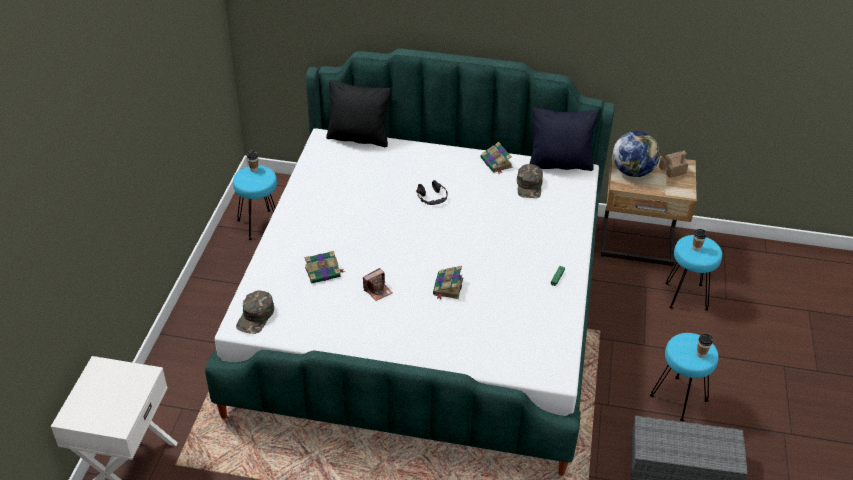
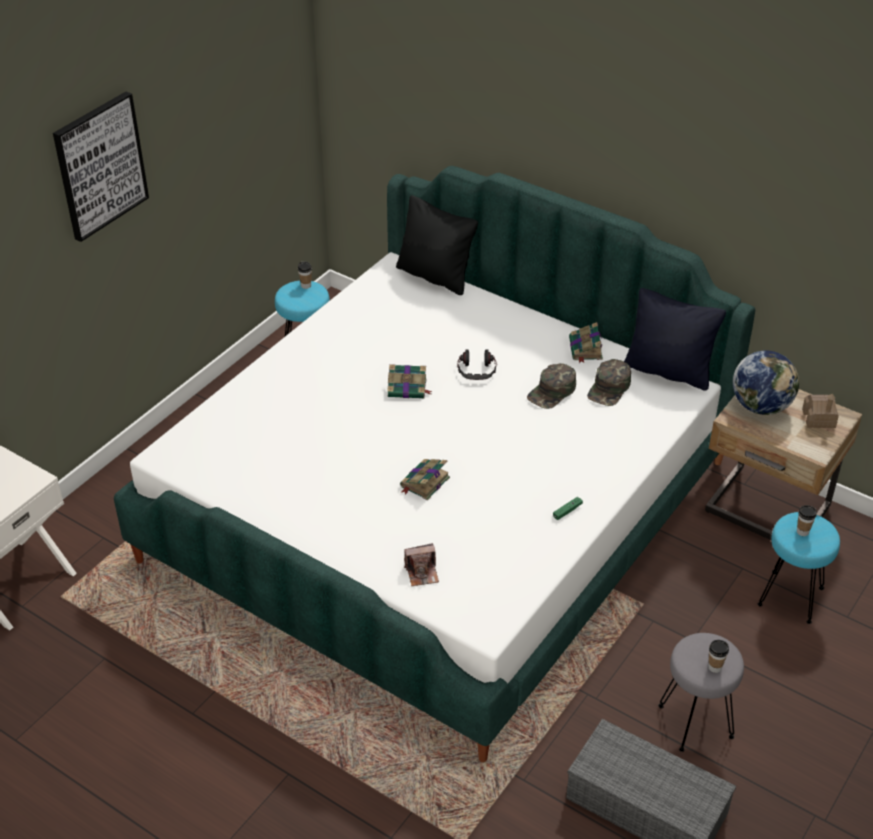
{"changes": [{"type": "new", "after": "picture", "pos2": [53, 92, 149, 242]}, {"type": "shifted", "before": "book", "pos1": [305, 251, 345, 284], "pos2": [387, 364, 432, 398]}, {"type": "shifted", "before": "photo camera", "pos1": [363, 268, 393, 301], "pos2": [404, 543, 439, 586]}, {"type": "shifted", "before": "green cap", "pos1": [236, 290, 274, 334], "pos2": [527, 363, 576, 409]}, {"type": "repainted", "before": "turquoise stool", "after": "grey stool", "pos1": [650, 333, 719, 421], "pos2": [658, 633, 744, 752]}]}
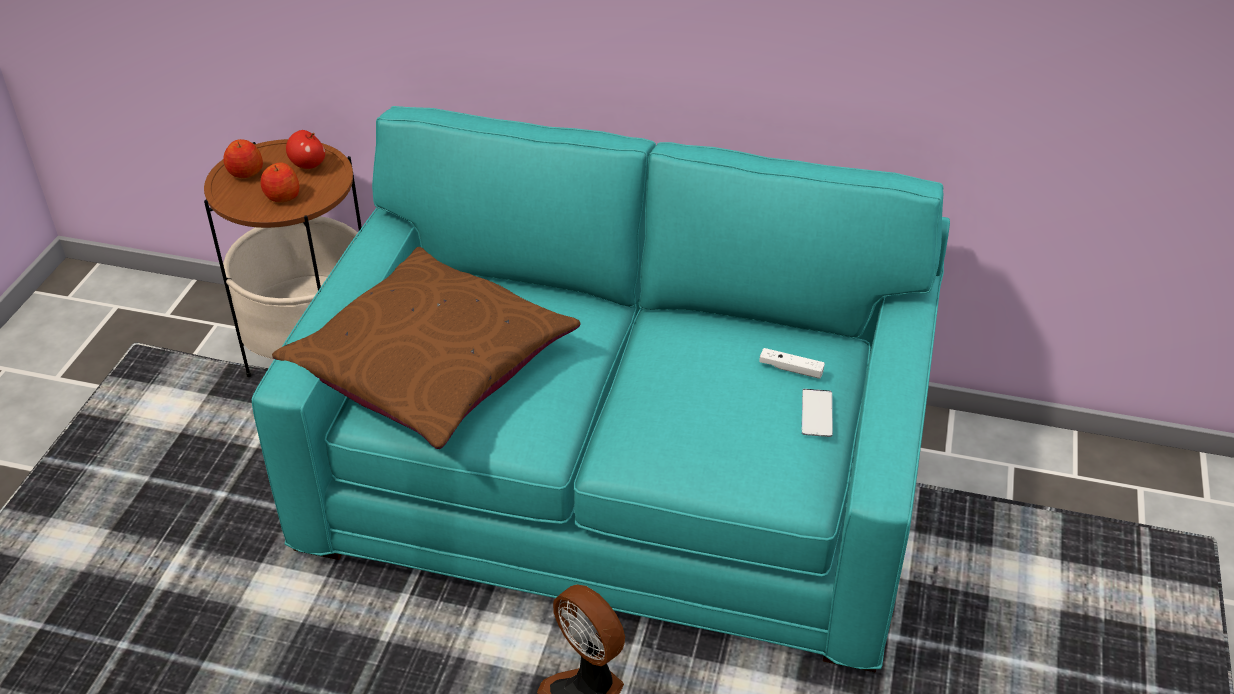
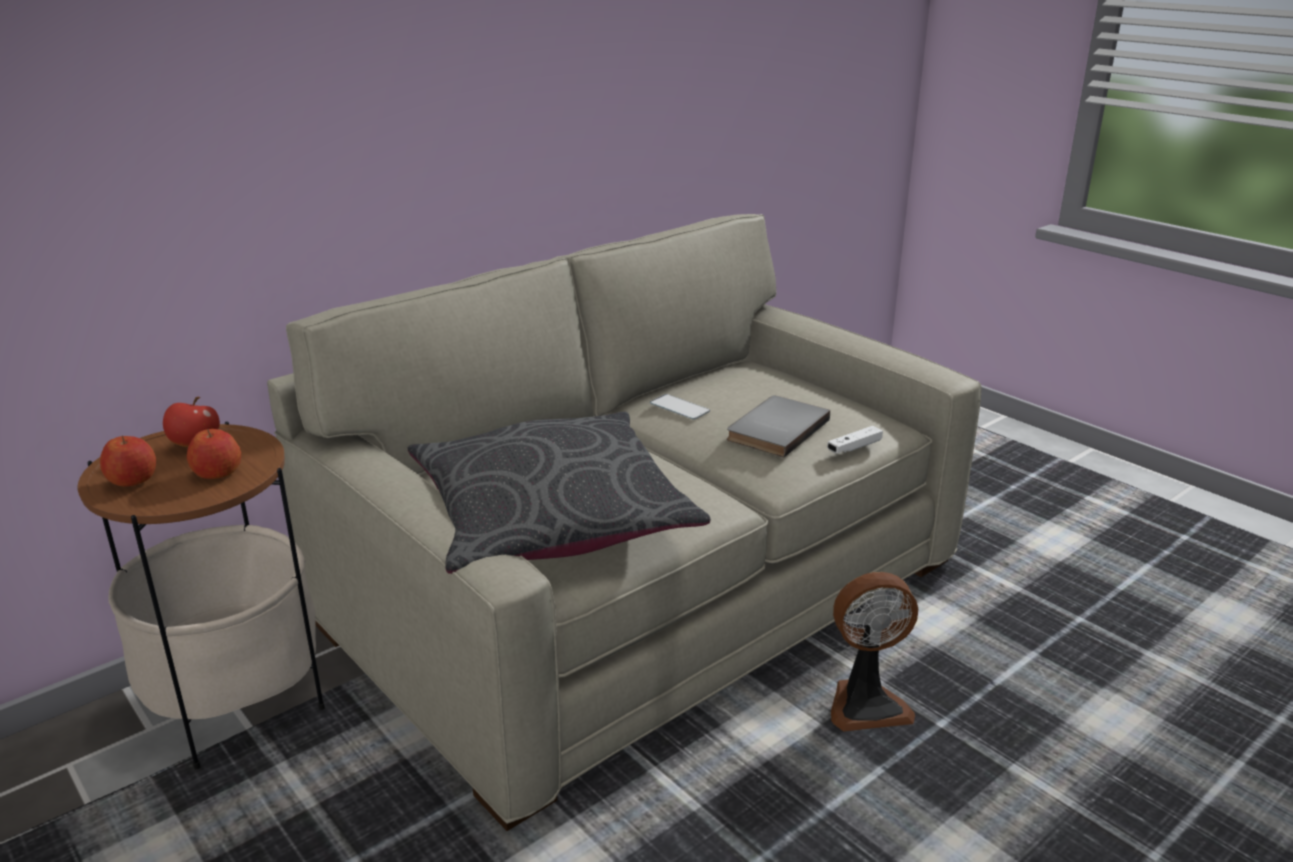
{"changes": [{"type": "repainted", "before": "turquoise sofa", "after": "beige sofa", "pos1": [252, 106, 950, 672], "pos2": [267, 214, 982, 831]}, {"type": "repainted", "before": "brown pillow", "after": "grey pillow", "pos1": [272, 247, 580, 449], "pos2": [408, 412, 711, 574]}, {"type": "shifted", "before": "phone", "pos1": [802, 389, 833, 437], "pos2": [650, 394, 710, 420]}, {"type": "new", "after": "grey book", "pos2": [727, 396, 830, 458]}, {"type": "shifted", "before": "white game controller", "pos1": [759, 348, 825, 379], "pos2": [827, 426, 883, 453]}]}
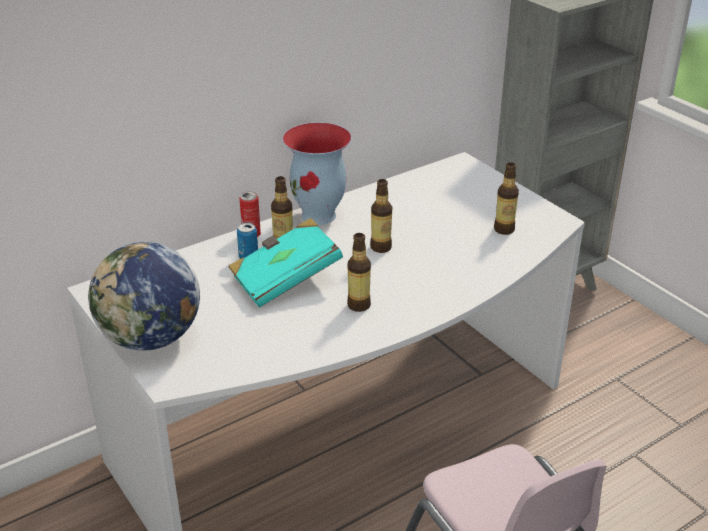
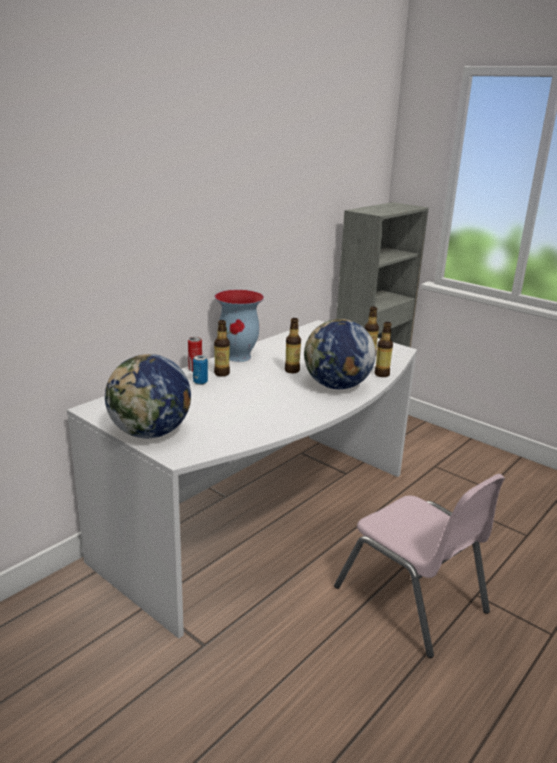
{"changes": [{"type": "new", "after": "globe", "pos2": [304, 319, 376, 389]}, {"type": "shifted", "before": "bottle", "pos1": [347, 233, 371, 312], "pos2": [374, 322, 393, 377]}, {"type": "gone", "before": "turquoise book", "pos1": [228, 218, 343, 308]}]}
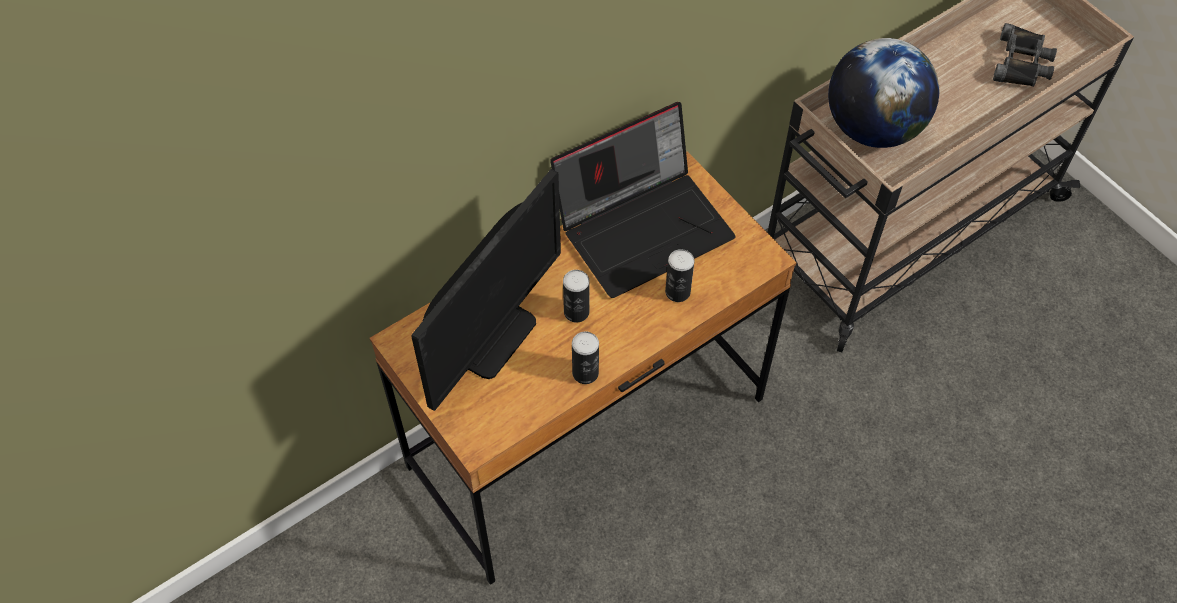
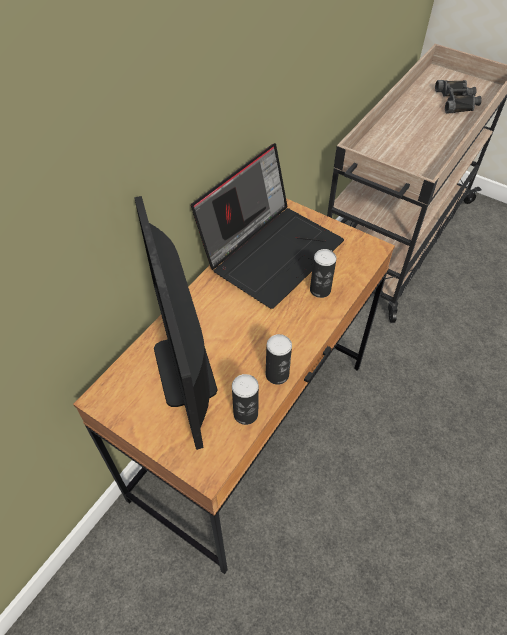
{"changes": [{"type": "rotated", "before": "monitor", "pos1": [411, 169, 561, 411], "pos2": [134, 196, 218, 450], "turn": 150}, {"type": "shifted", "before": "can", "pos1": [563, 270, 589, 323], "pos2": [232, 374, 259, 425]}, {"type": "gone", "before": "globe", "pos1": [828, 38, 939, 148]}]}
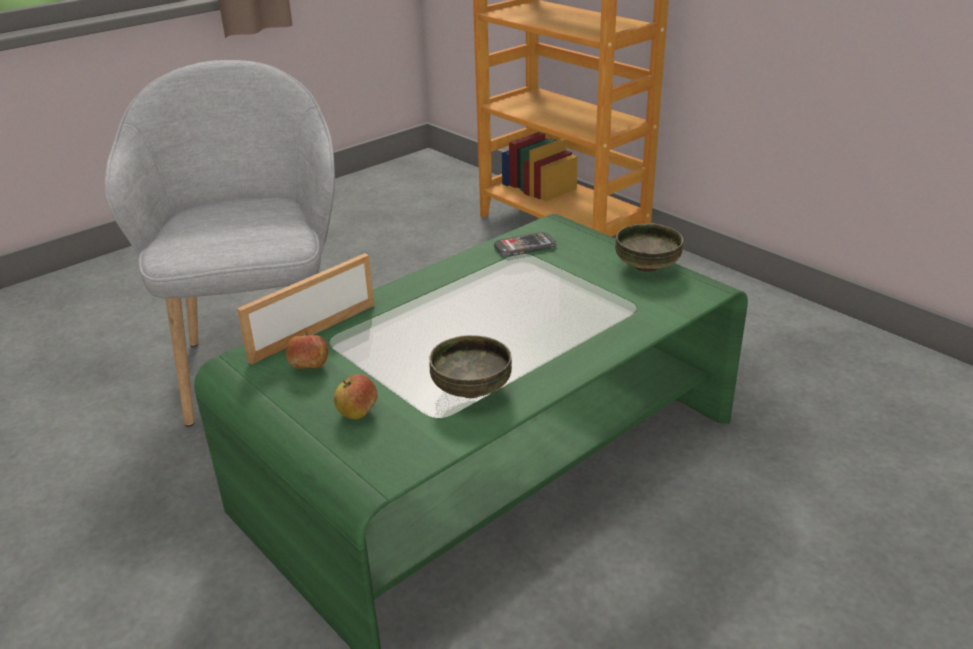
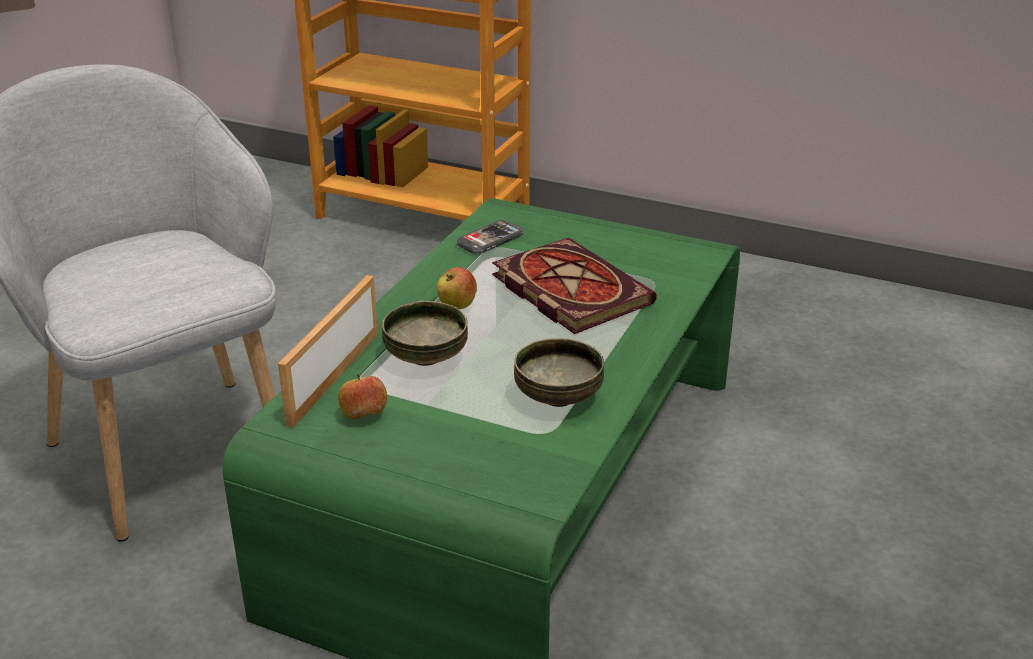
{"changes": [{"type": "shifted", "before": "bowl", "pos1": [615, 223, 683, 272], "pos2": [382, 301, 468, 366]}, {"type": "shifted", "before": "apple", "pos1": [334, 374, 378, 419], "pos2": [437, 267, 477, 309]}, {"type": "new", "after": "book", "pos2": [492, 237, 657, 334]}]}
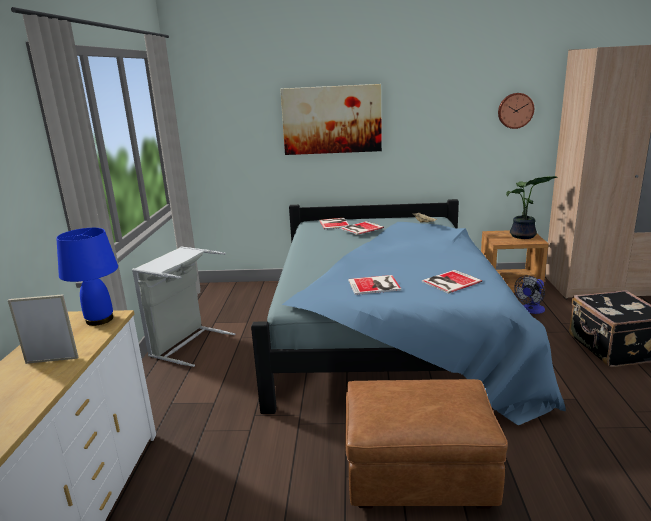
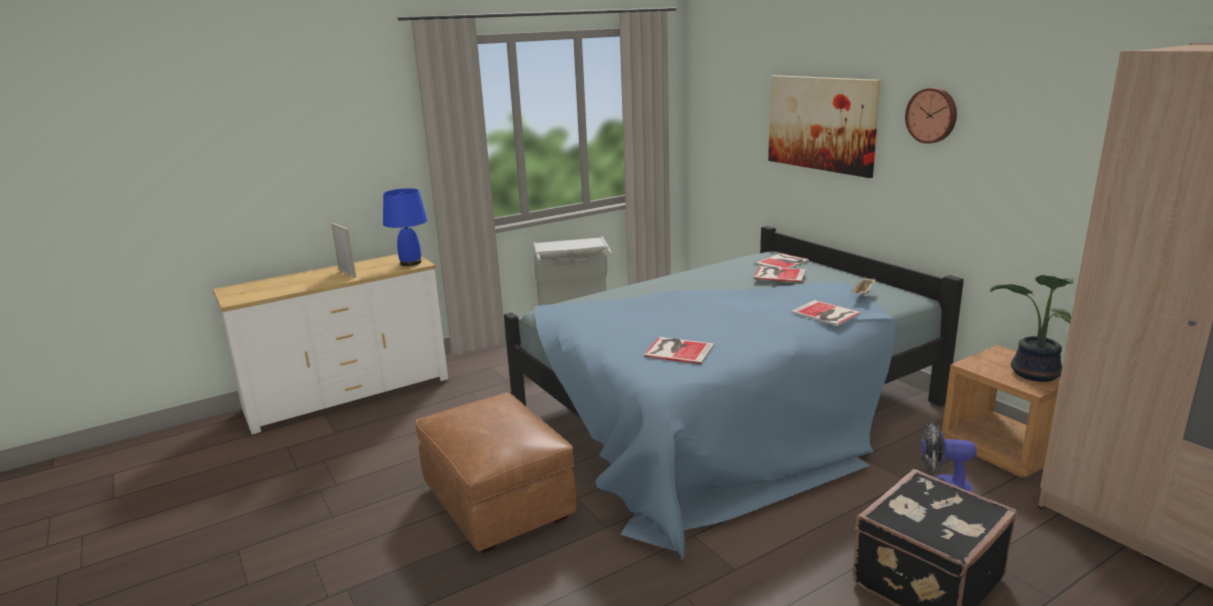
{"changes": [{"type": "shifted", "before": "book", "pos1": [348, 275, 401, 295], "pos2": [791, 300, 862, 326]}, {"type": "shifted", "before": "wall clock", "pos1": [498, 93, 534, 129], "pos2": [905, 88, 957, 144]}]}
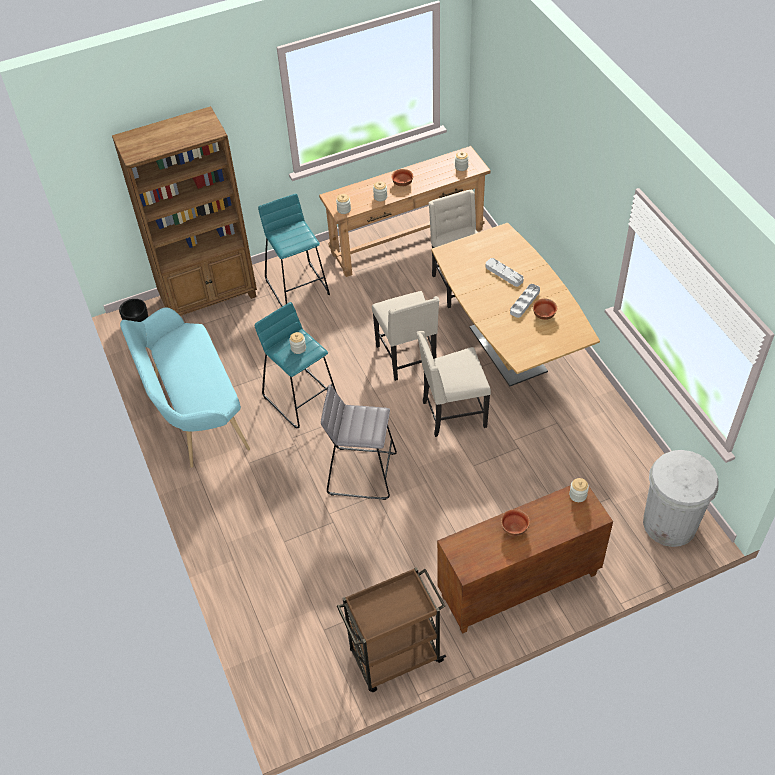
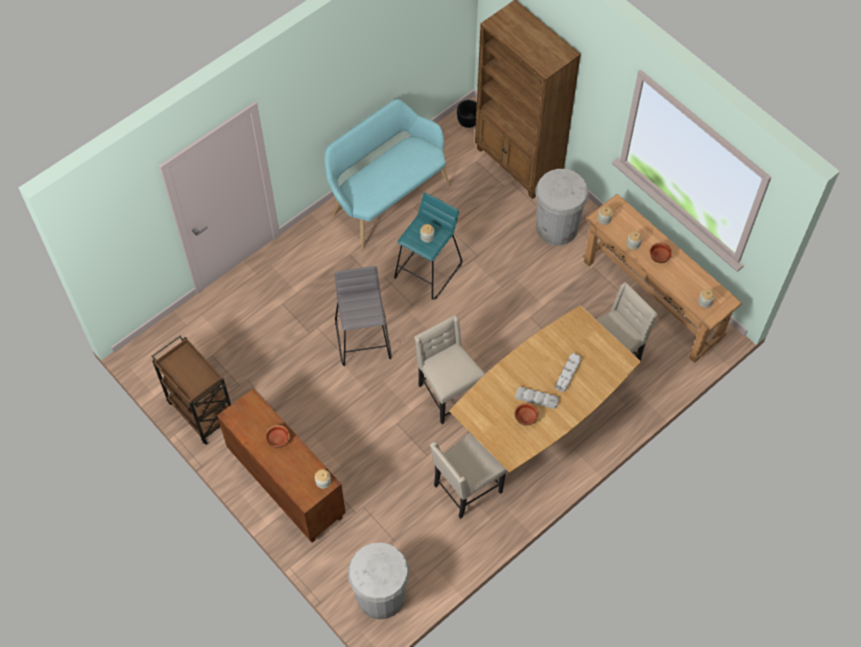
{"changes": [{"type": "shifted", "before": "beige chair", "pos1": [372, 291, 439, 381], "pos2": [430, 433, 507, 519]}, {"type": "swapped", "before": "turquoise stool", "after": "white trash can", "pos1": [258, 193, 330, 307], "pos2": [535, 169, 589, 245]}]}
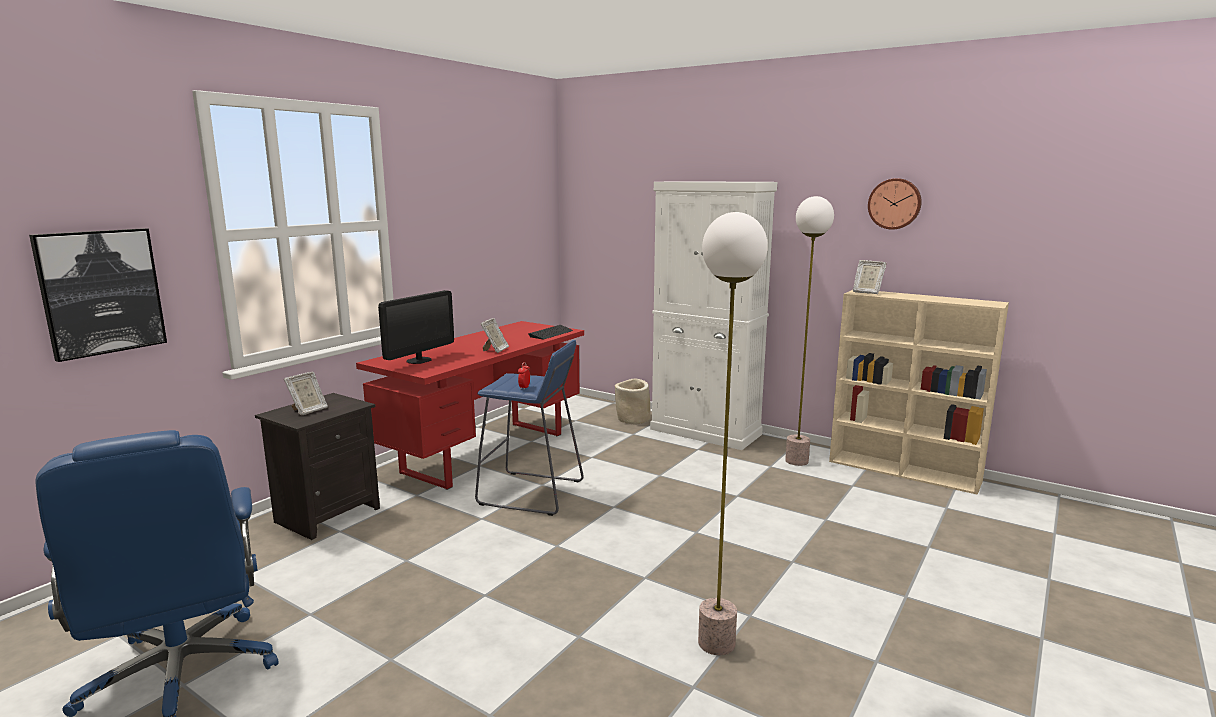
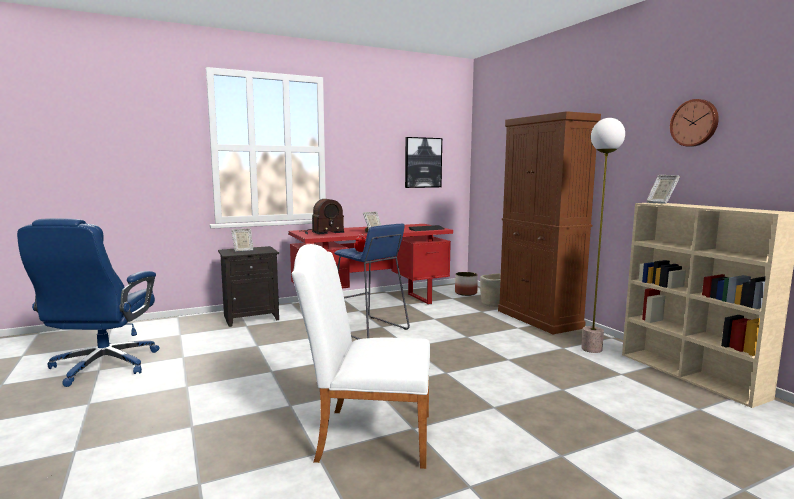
{"changes": [{"type": "swapped", "before": "floor lamp", "after": "white chair", "pos1": [698, 212, 768, 655], "pos2": [292, 244, 430, 469]}, {"type": "swapped", "before": "monitor", "after": "radio", "pos1": [378, 290, 454, 364], "pos2": [299, 199, 345, 234]}, {"type": "shifted", "before": "picture", "pos1": [29, 228, 167, 362], "pos2": [405, 137, 442, 188]}, {"type": "new", "after": "planter", "pos2": [455, 272, 478, 296]}, {"type": "repainted", "before": "white cabinet", "after": "brown cabinet", "pos1": [650, 181, 777, 450], "pos2": [498, 111, 601, 334]}]}
